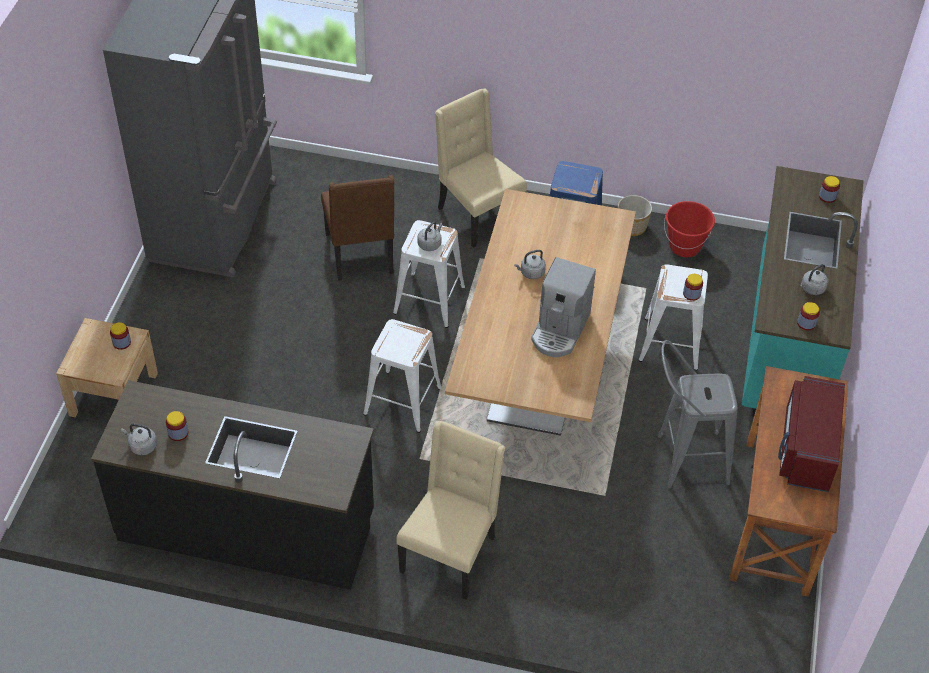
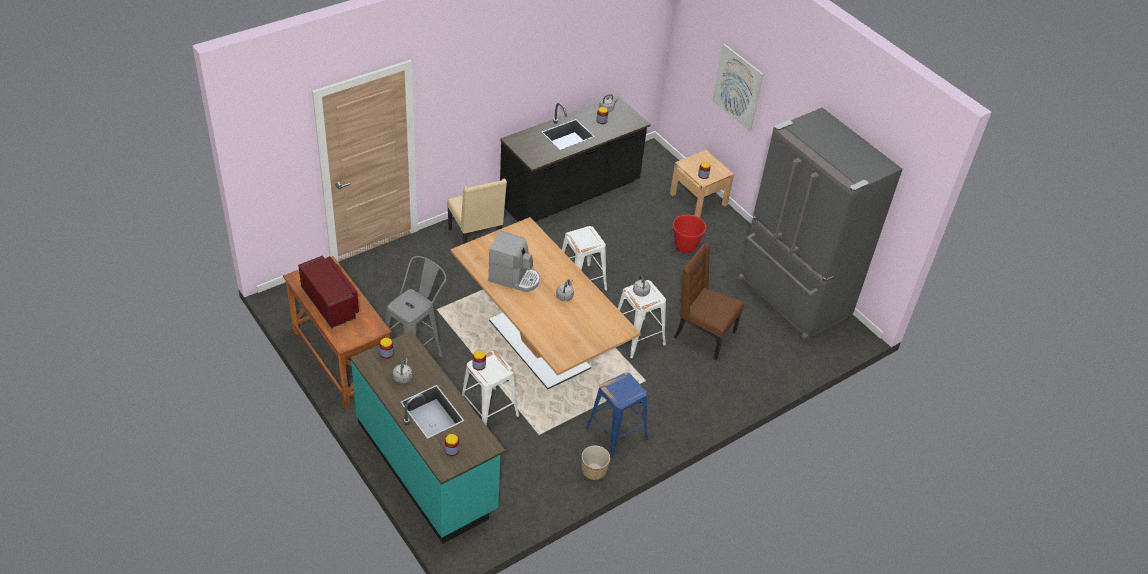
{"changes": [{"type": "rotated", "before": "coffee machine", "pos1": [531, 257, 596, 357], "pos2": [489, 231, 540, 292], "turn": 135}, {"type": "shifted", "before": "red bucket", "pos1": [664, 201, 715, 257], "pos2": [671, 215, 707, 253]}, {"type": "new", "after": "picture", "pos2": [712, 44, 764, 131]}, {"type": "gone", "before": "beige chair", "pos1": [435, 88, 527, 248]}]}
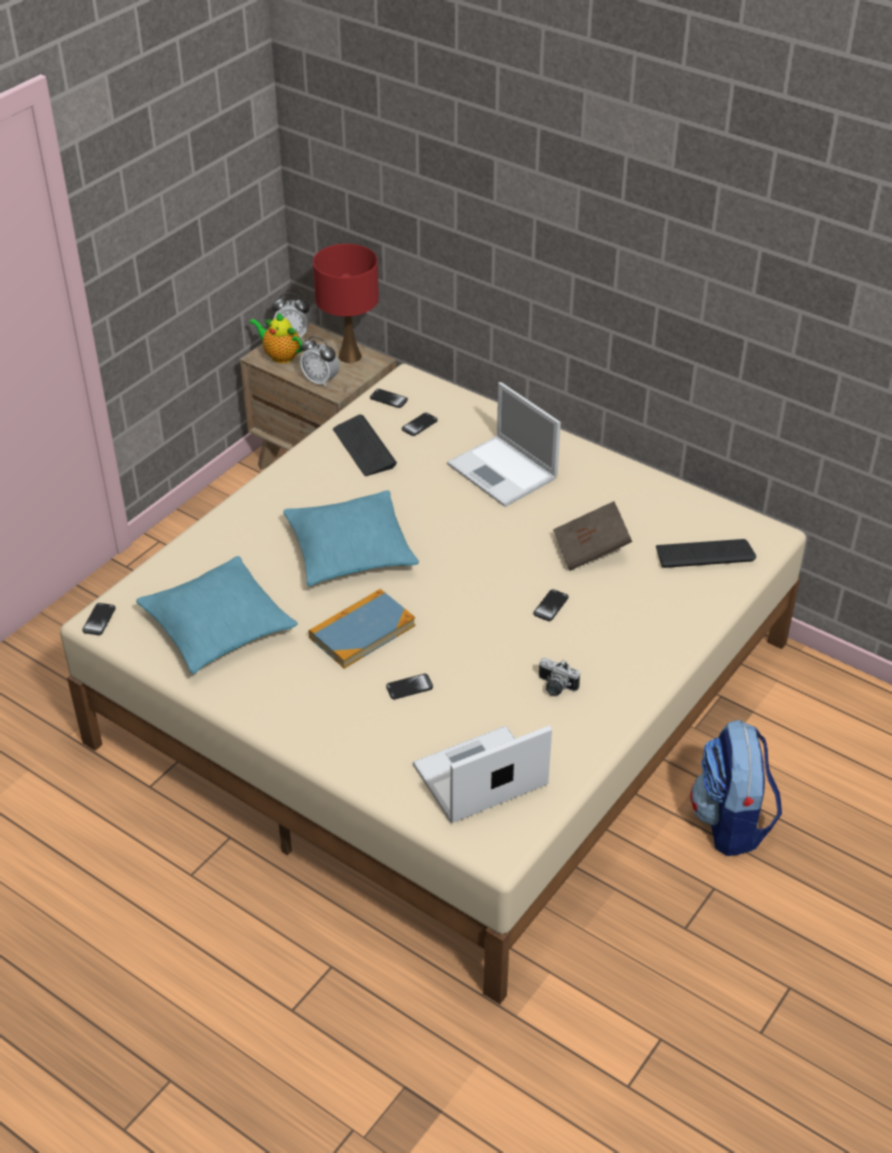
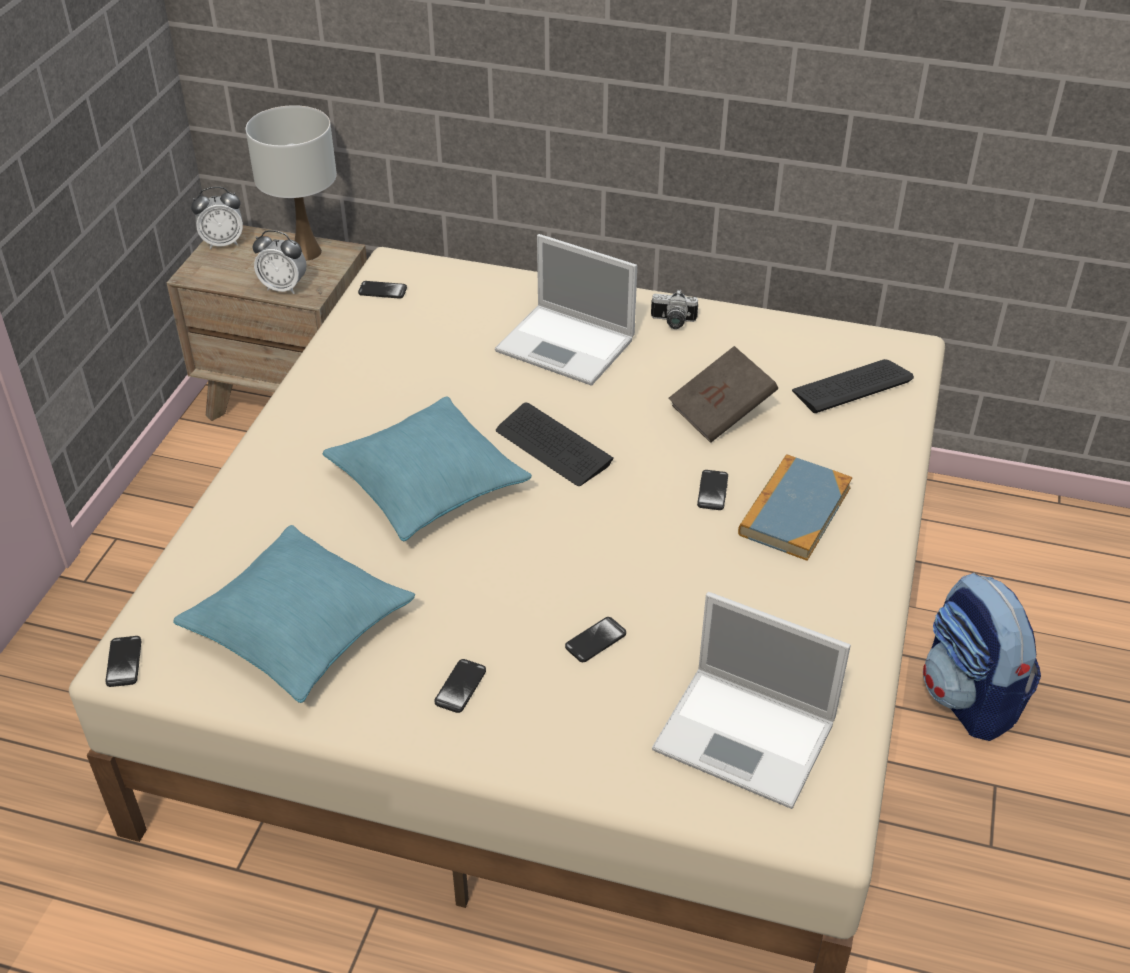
{"changes": [{"type": "repainted", "before": "red table lamp", "after": "white table lamp", "pos1": [313, 244, 379, 363], "pos2": [246, 105, 337, 261]}, {"type": "shifted", "before": "phone", "pos1": [402, 413, 438, 436], "pos2": [434, 659, 486, 713]}, {"type": "shifted", "before": "keyboard", "pos1": [333, 414, 397, 476], "pos2": [496, 402, 614, 486]}, {"type": "shifted", "before": "photo camera", "pos1": [539, 657, 580, 696], "pos2": [651, 289, 698, 329]}, {"type": "rotated", "before": "laptop", "pos1": [413, 725, 552, 823], "pos2": [652, 592, 851, 809], "turn": -105}, {"type": "shifted", "before": "book", "pos1": [309, 589, 416, 669], "pos2": [738, 454, 852, 561]}, {"type": "gone", "before": "teapot", "pos1": [249, 312, 302, 363]}]}
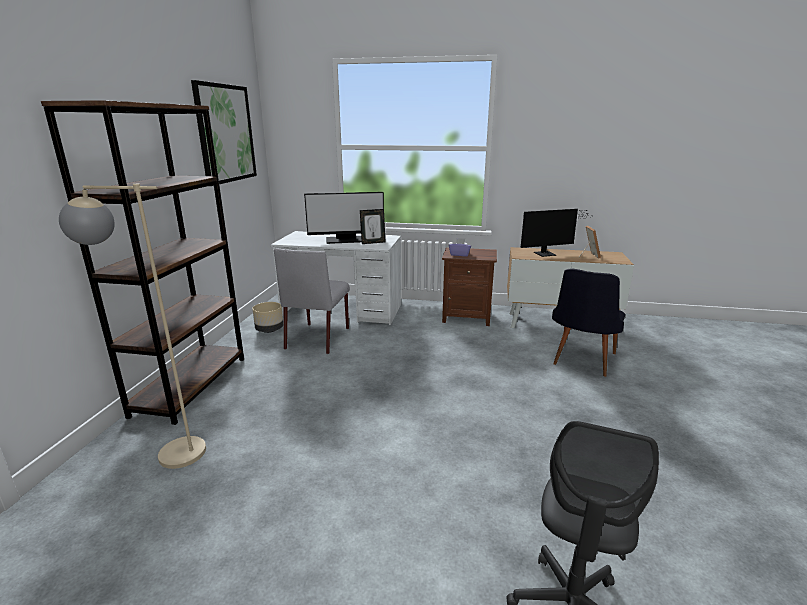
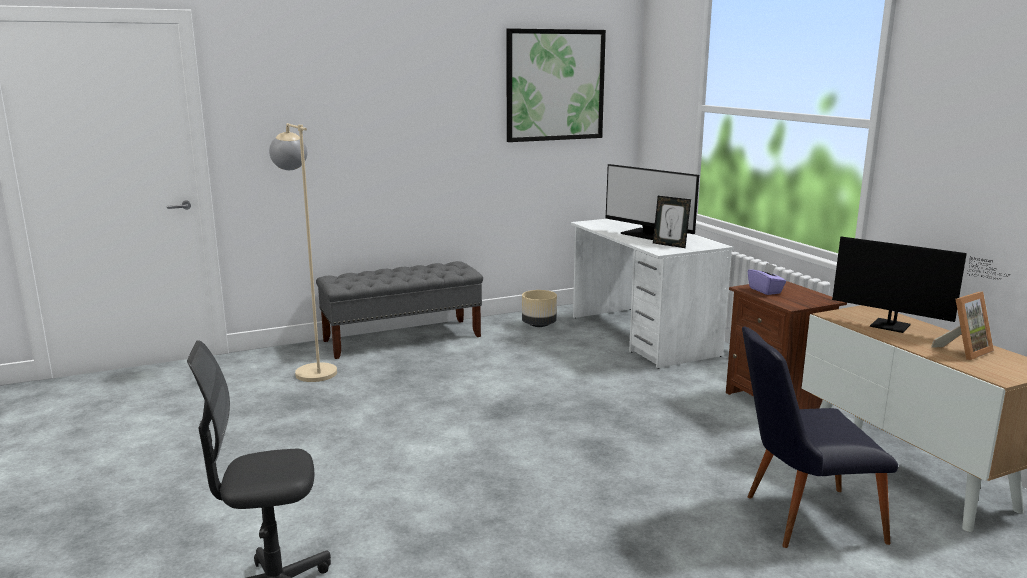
{"changes": [{"type": "swapped", "before": "brown bookcase", "after": "grey bench", "pos1": [41, 100, 244, 425], "pos2": [316, 261, 483, 359]}, {"type": "gone", "before": "grey chair", "pos1": [274, 248, 350, 354]}]}
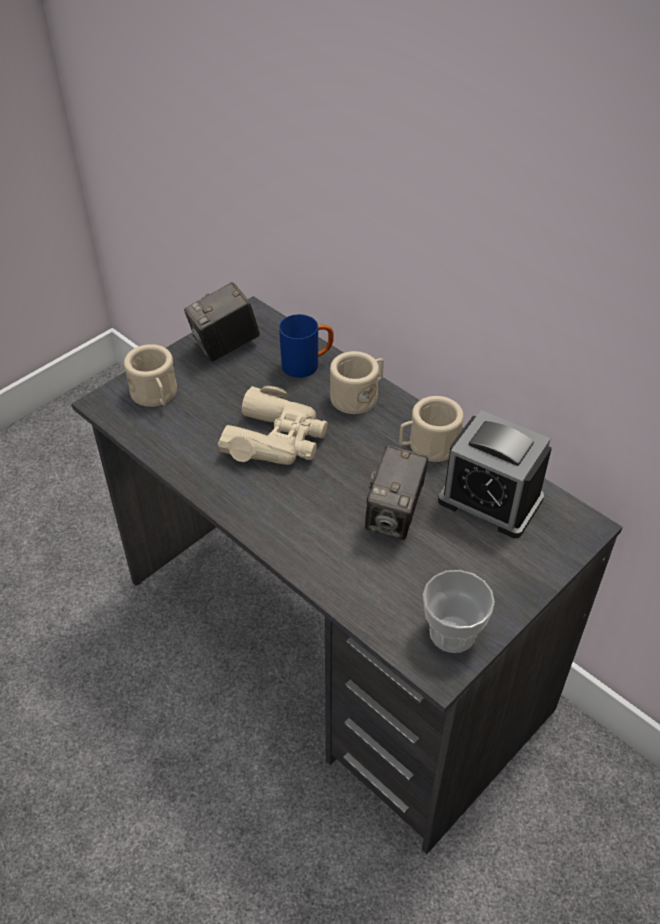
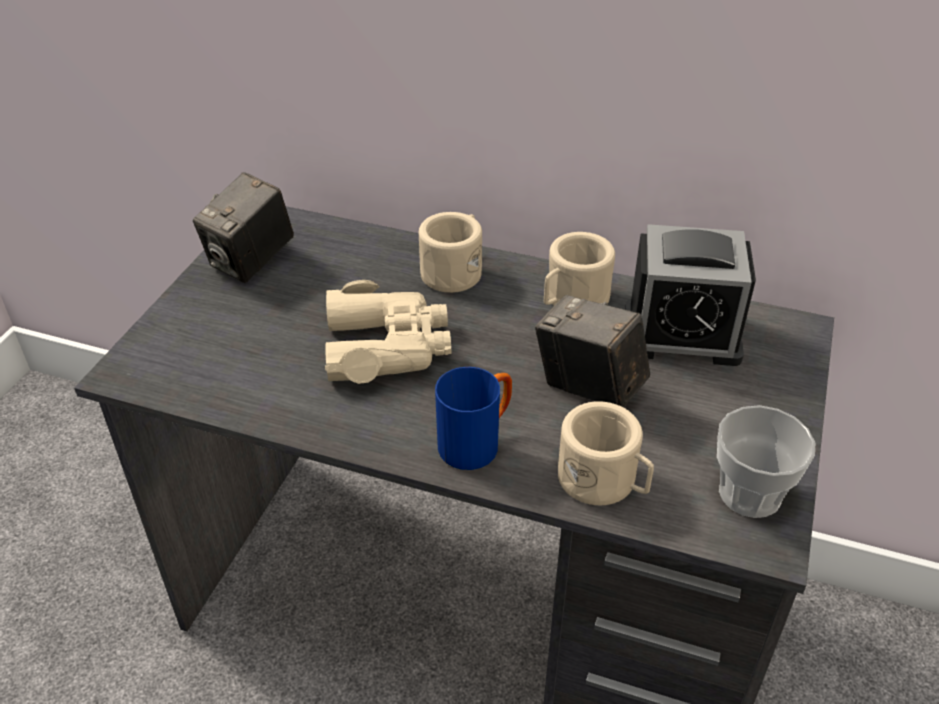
{"changes": [{"type": "shifted", "before": "blue mug", "pos1": [279, 314, 333, 378], "pos2": [435, 367, 512, 470]}, {"type": "rotated", "before": "photo camera", "pos1": [365, 445, 428, 540], "pos2": [535, 295, 650, 408], "turn": 135}, {"type": "shifted", "before": "beige mug", "pos1": [124, 344, 177, 407], "pos2": [558, 401, 654, 505]}]}
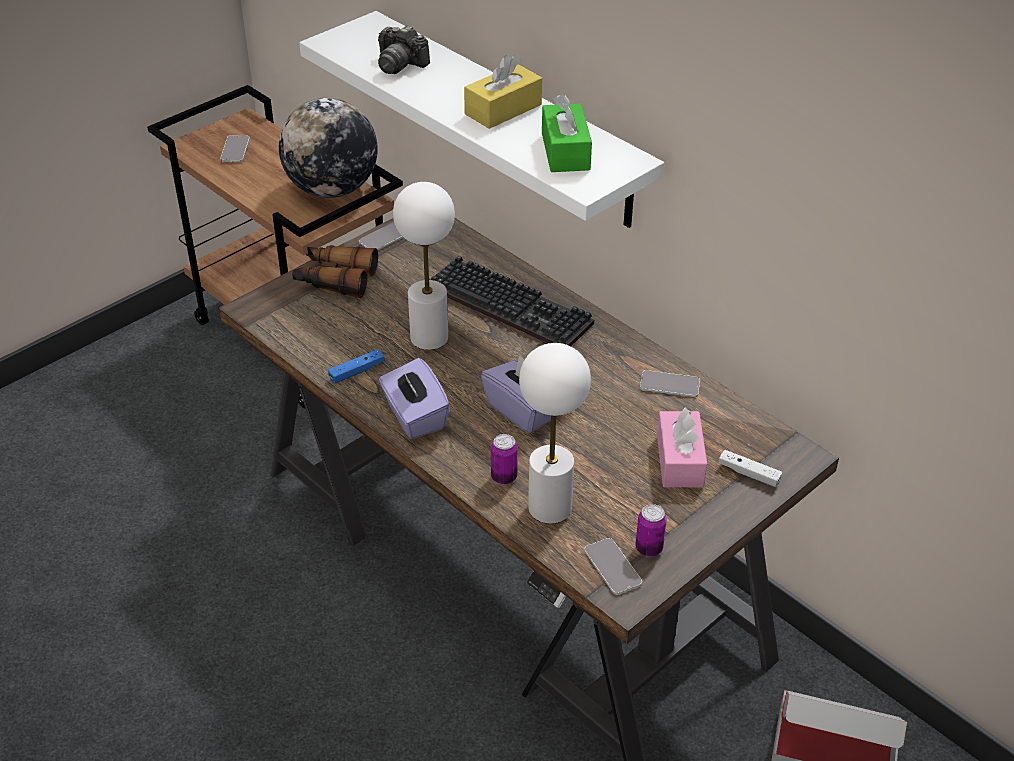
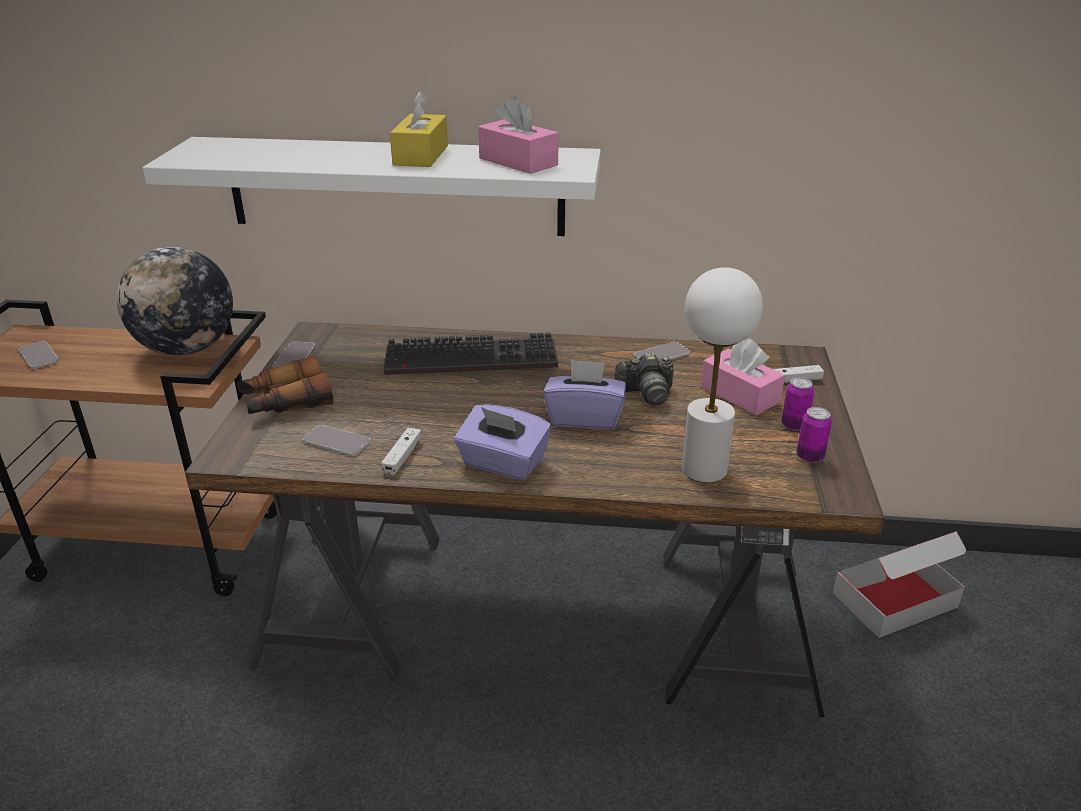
{"changes": [{"type": "shifted", "before": "phone", "pos1": [584, 538, 642, 595], "pos2": [303, 425, 371, 456]}, {"type": "repainted", "before": "blue game controller", "after": "white game controller", "pos1": [328, 349, 385, 384], "pos2": [381, 428, 422, 475]}, {"type": "repainted", "before": "green tissue box", "after": "pink tissue box", "pos1": [542, 94, 592, 172], "pos2": [478, 96, 559, 174]}, {"type": "shifted", "before": "photo camera", "pos1": [378, 25, 430, 74], "pos2": [614, 353, 674, 406]}, {"type": "shifted", "before": "can", "pos1": [491, 434, 518, 484], "pos2": [781, 377, 814, 431]}, {"type": "gone", "before": "white table lamp", "pos1": [393, 182, 455, 350]}]}
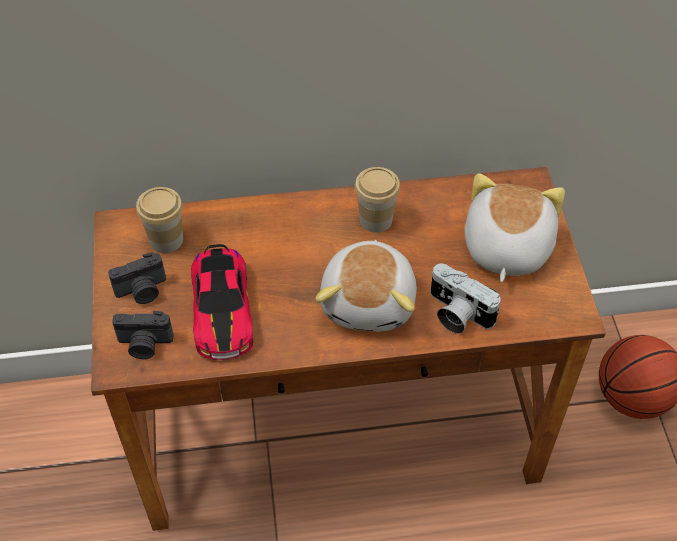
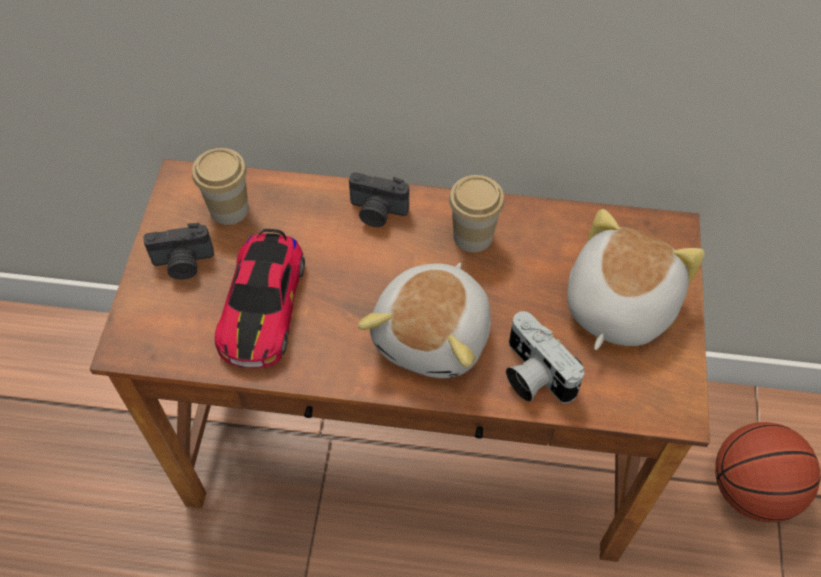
{"changes": [{"type": "shifted", "before": "photo camera", "pos1": [112, 311, 174, 359], "pos2": [349, 172, 409, 227]}]}
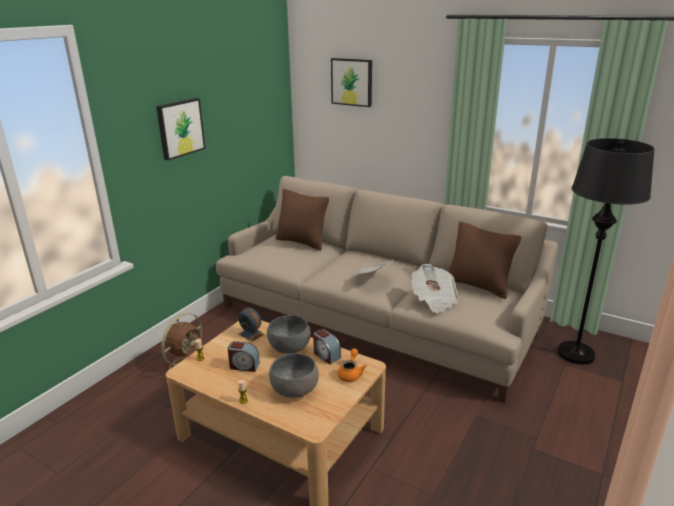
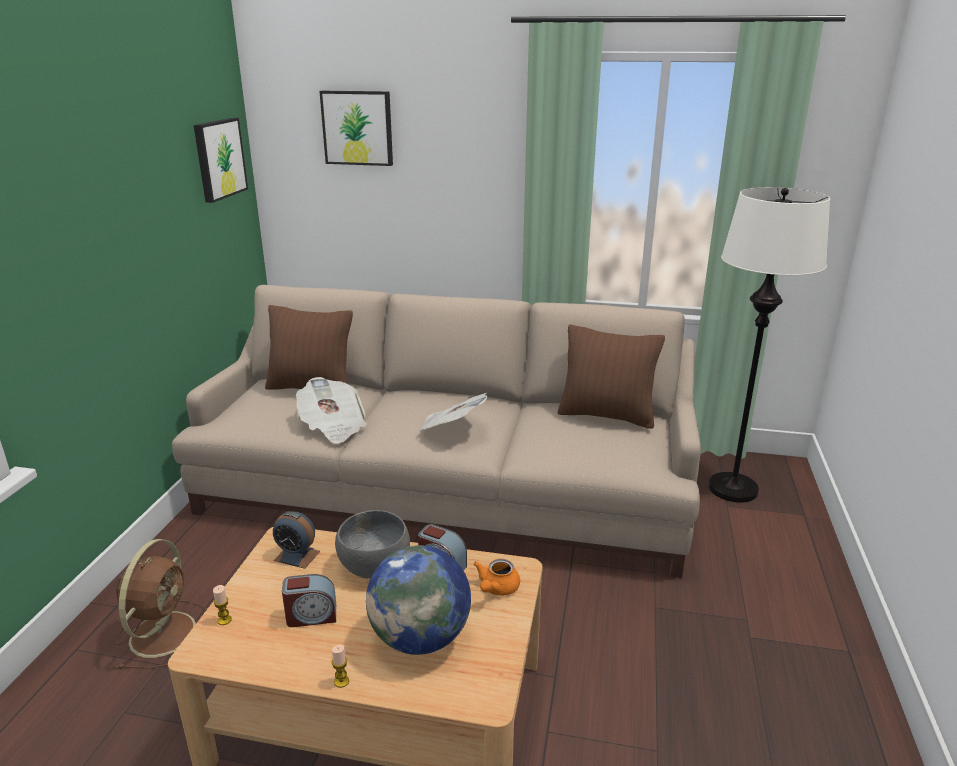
{"changes": [{"type": "shifted", "before": "picture", "pos1": [156, 98, 205, 160], "pos2": [194, 118, 248, 203]}, {"type": "shifted", "before": "newspaper", "pos1": [411, 264, 459, 313], "pos2": [296, 377, 367, 444]}, {"type": "swapped", "before": "grey bowl", "after": "globe", "pos1": [269, 353, 319, 398], "pos2": [366, 545, 471, 655]}, {"type": "rotated", "before": "orange teapot", "pos1": [337, 348, 367, 382], "pos2": [473, 559, 520, 596], "turn": -150}, {"type": "repainted", "before": "black floor lamp", "after": "white floor lamp", "pos1": [558, 138, 655, 365], "pos2": [708, 187, 830, 503]}]}
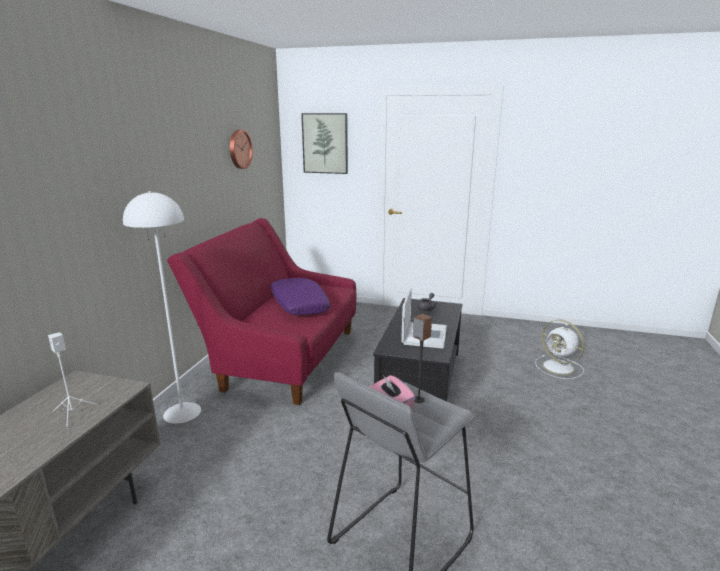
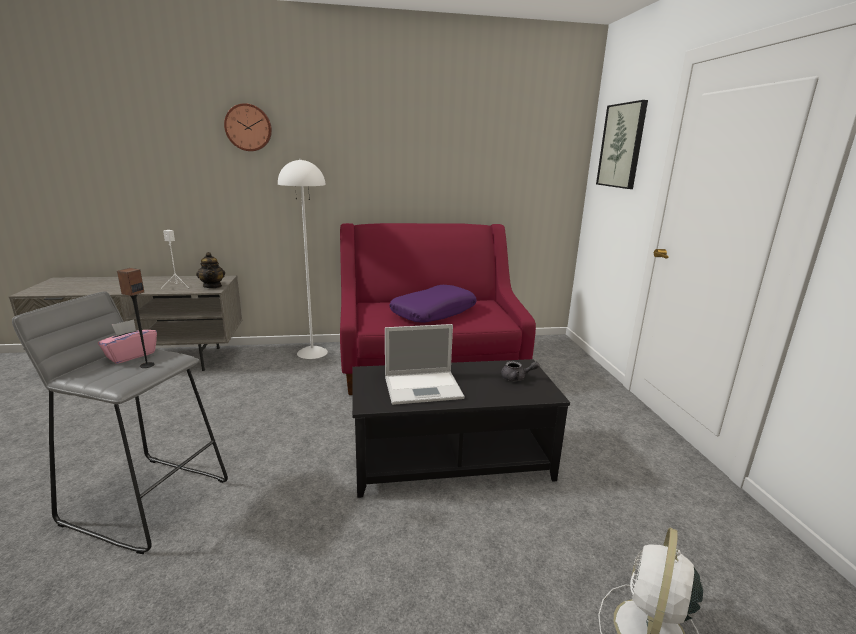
{"changes": [{"type": "new", "after": "teapot", "pos2": [196, 252, 225, 288]}, {"type": "shifted", "before": "wall clock", "pos1": [230, 130, 253, 169], "pos2": [224, 103, 272, 151]}]}
